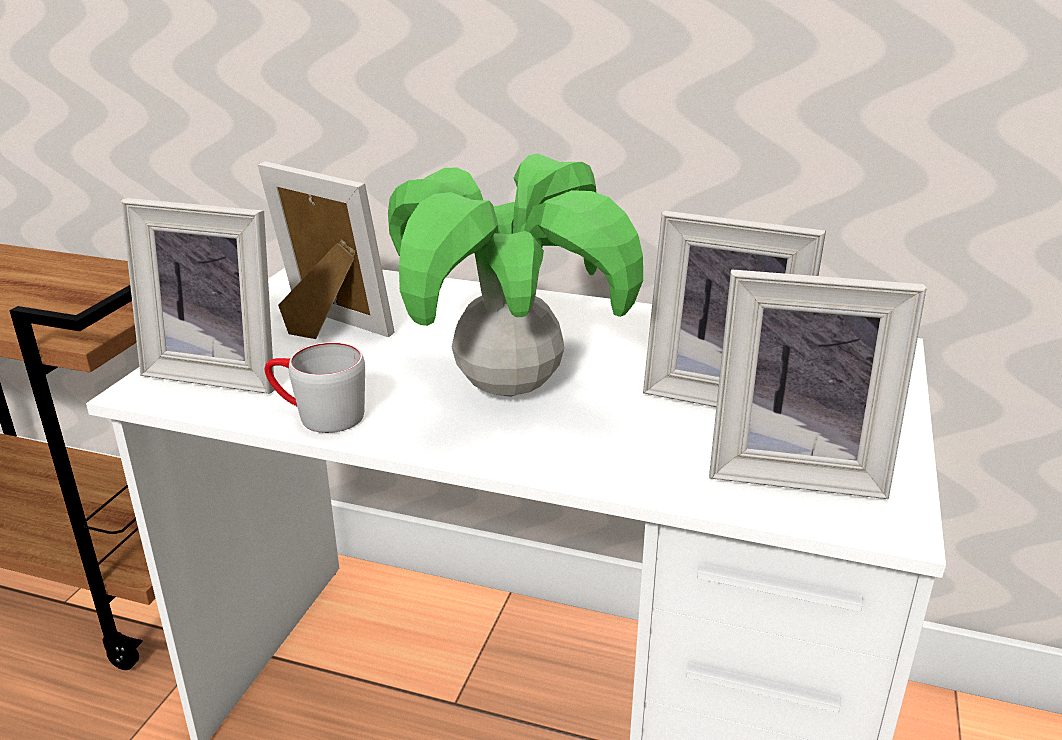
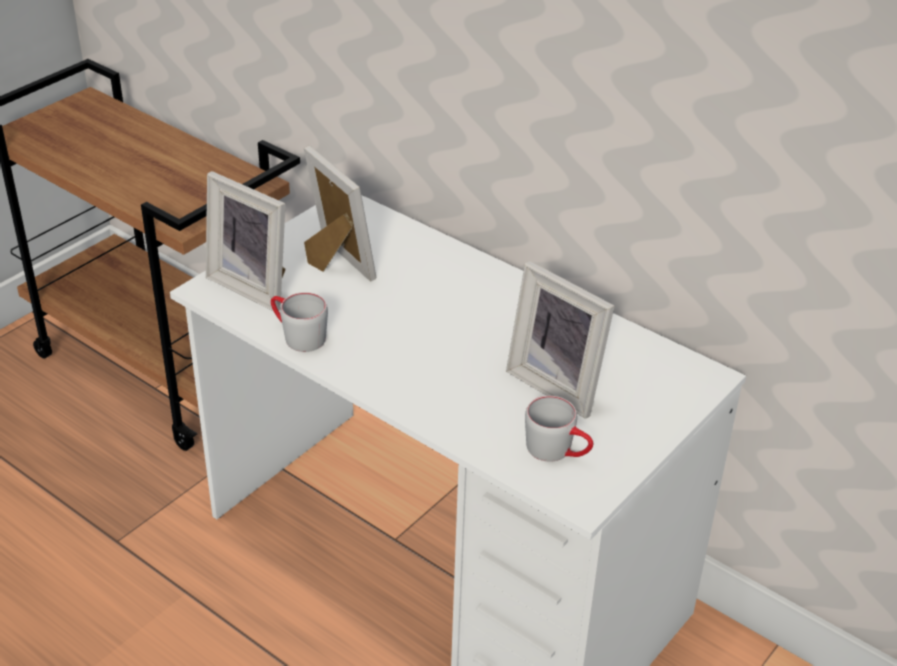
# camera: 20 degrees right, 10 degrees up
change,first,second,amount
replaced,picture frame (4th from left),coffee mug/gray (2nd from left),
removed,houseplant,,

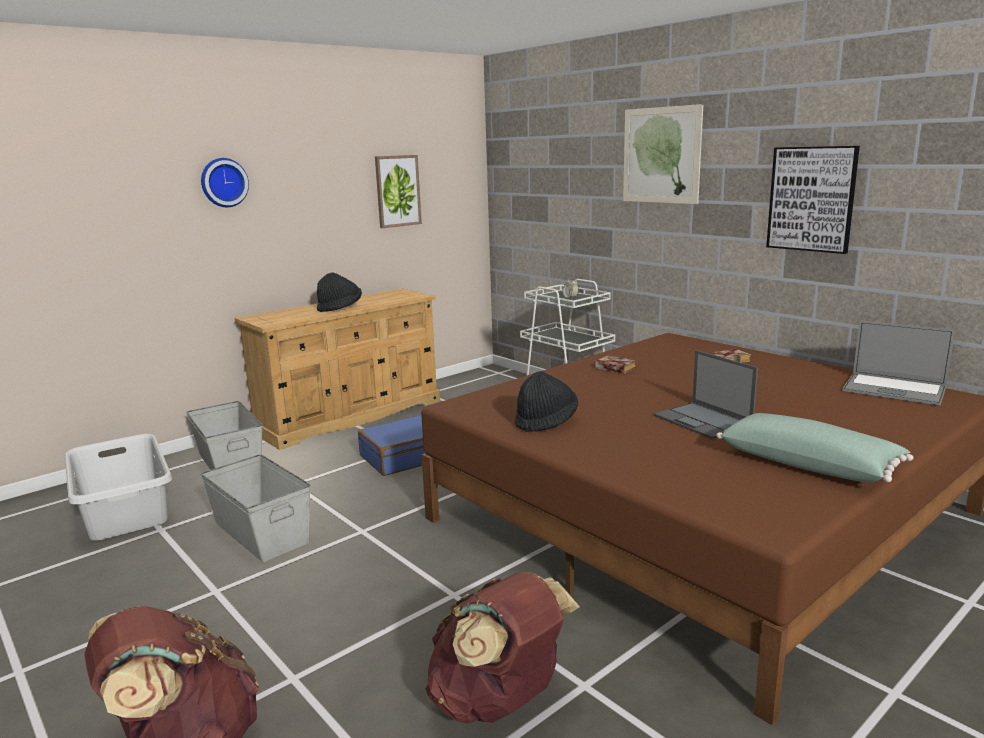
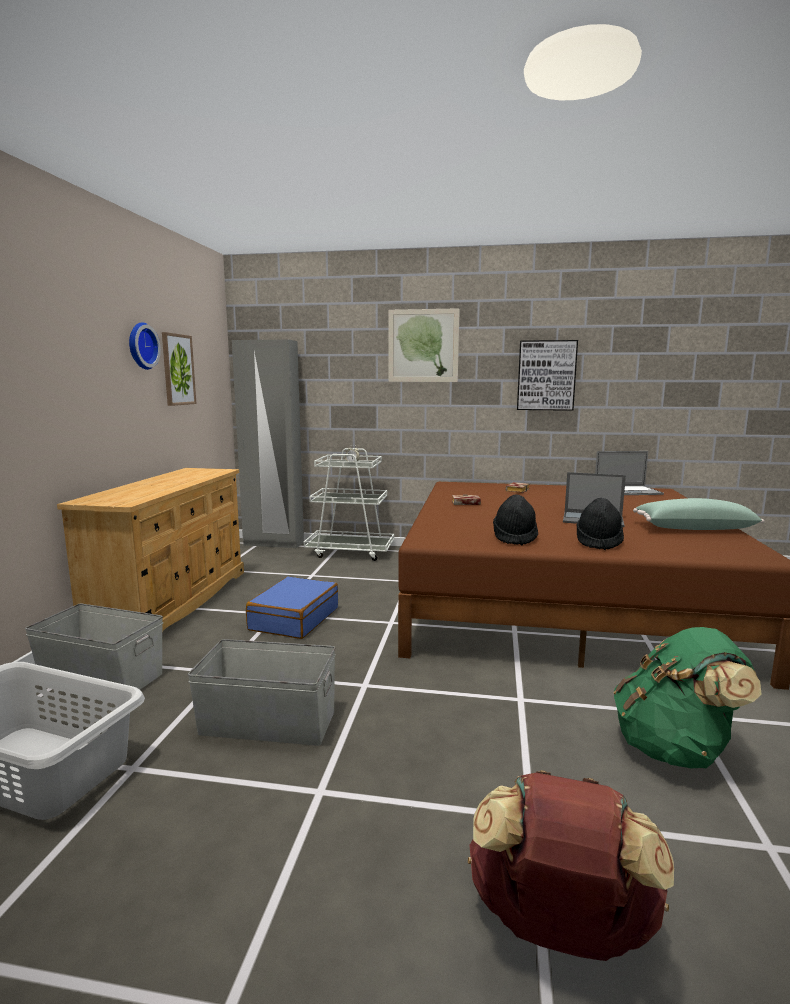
# camera: 40 degrees left, 5 degrees down
change,first,second,amount
moved,hanging clock,,
added,,armoire/gray,
moved,wearable hat/blackish (1st from left in the first image),wearable hat/blackish (2nd from left),
recoloured,rucksack/brown (2nd from left),rucksack/green,

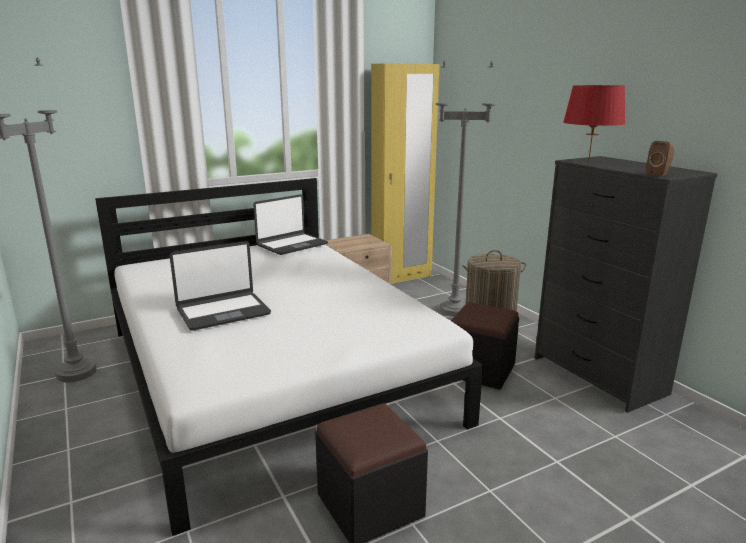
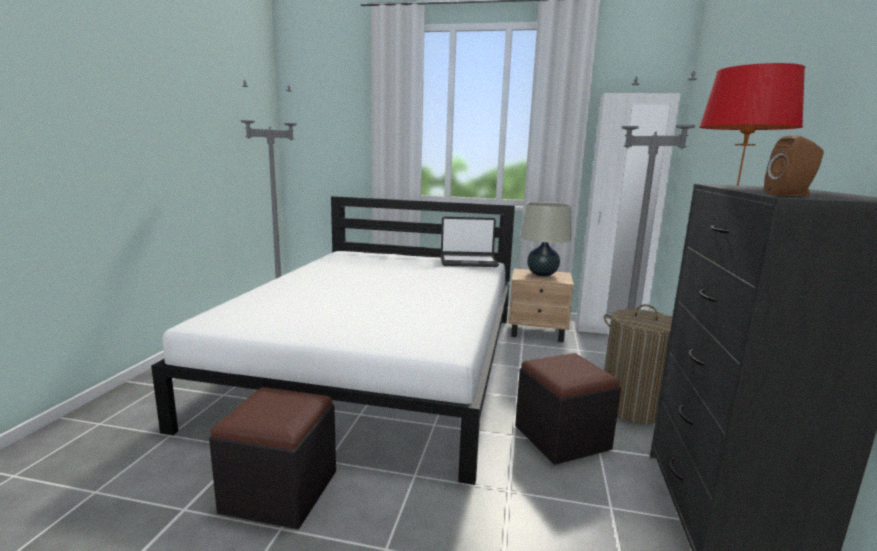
# camera: 40 degrees right, 5 degrees down
change,first,second,amount
added,,lamp for a table/beige,
recoloured,armoire/yellowish,armoire/whitish,
removed,notebook computer (1st from left),,

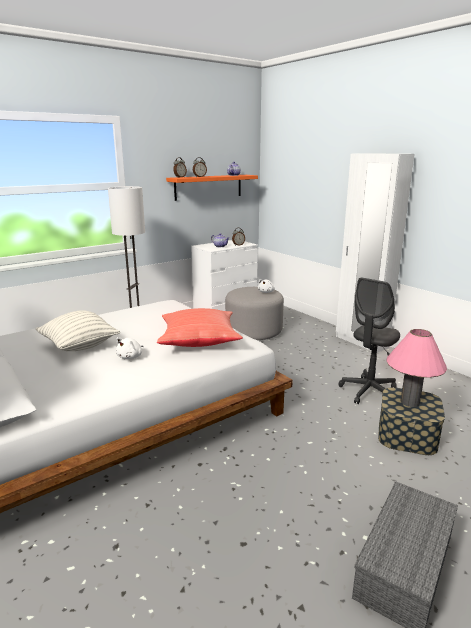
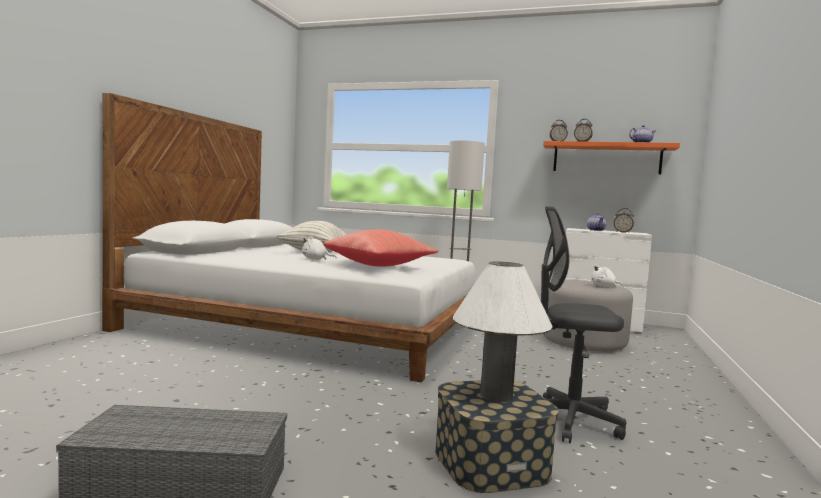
# camera: 55 degrees right, 15 degrees down
change,first,second,amount
recoloured,lamp for a table/pinkish,lamp for a table/whitish,
removed,armoire/whitish,,

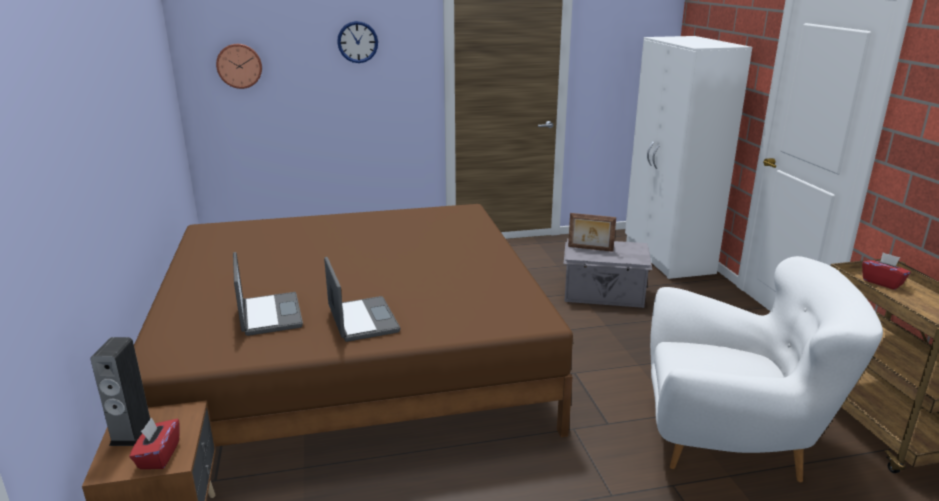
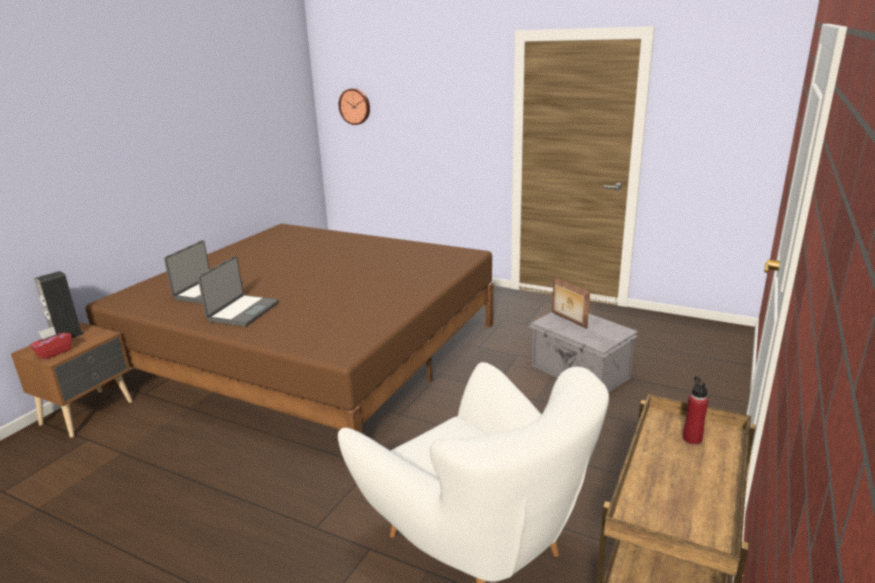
# camera: 40 degrees right, 0 degrees up
change,first,second,amount
replaced,box of tissues/reddish (2nd from left),beverage bottle/reddish,
removed,hanging clock (2nd from left),,
removed,armoire/whitish,,

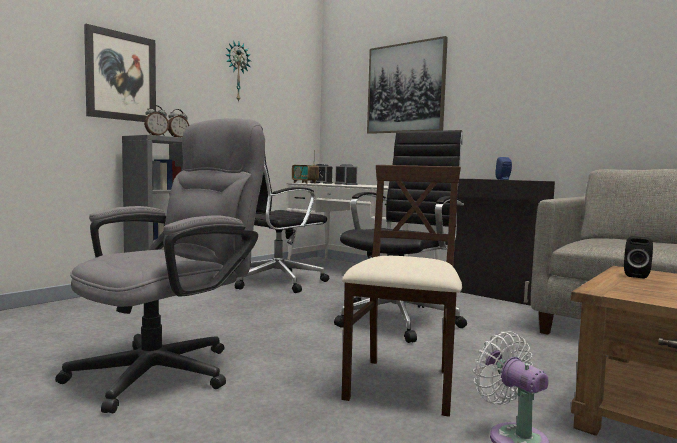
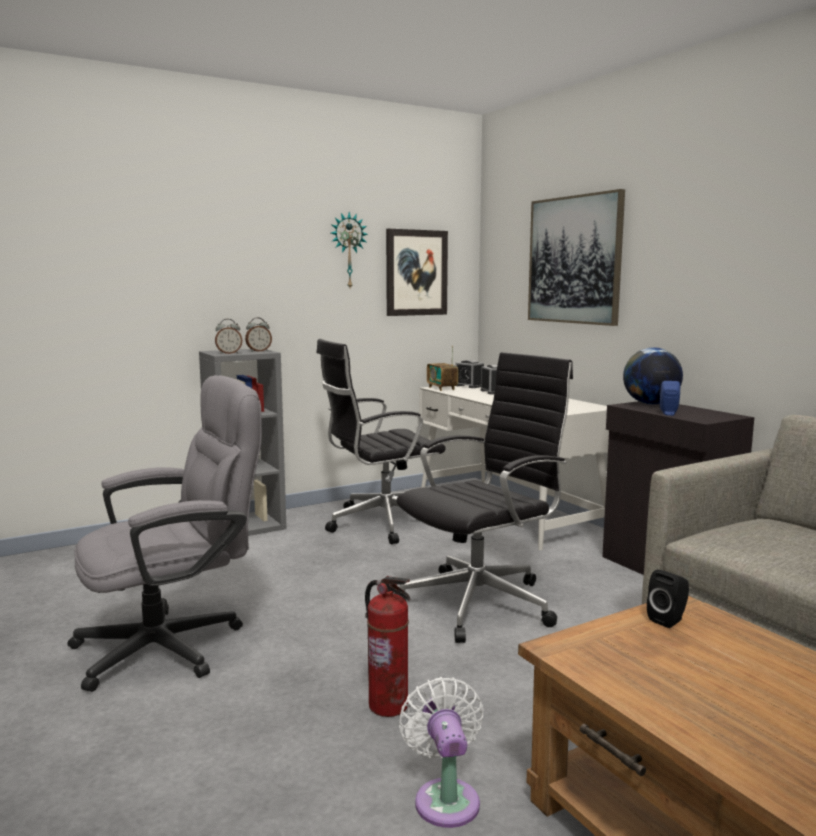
# camera: 20 degrees right, 5 degrees up
change,first,second,amount
replaced,plain chair/beige,fire-fighting cylinder,
moved,wall art (1st from left),,
added,,globe,

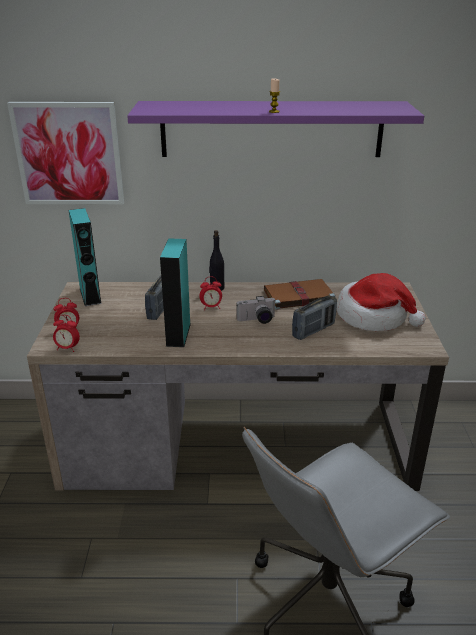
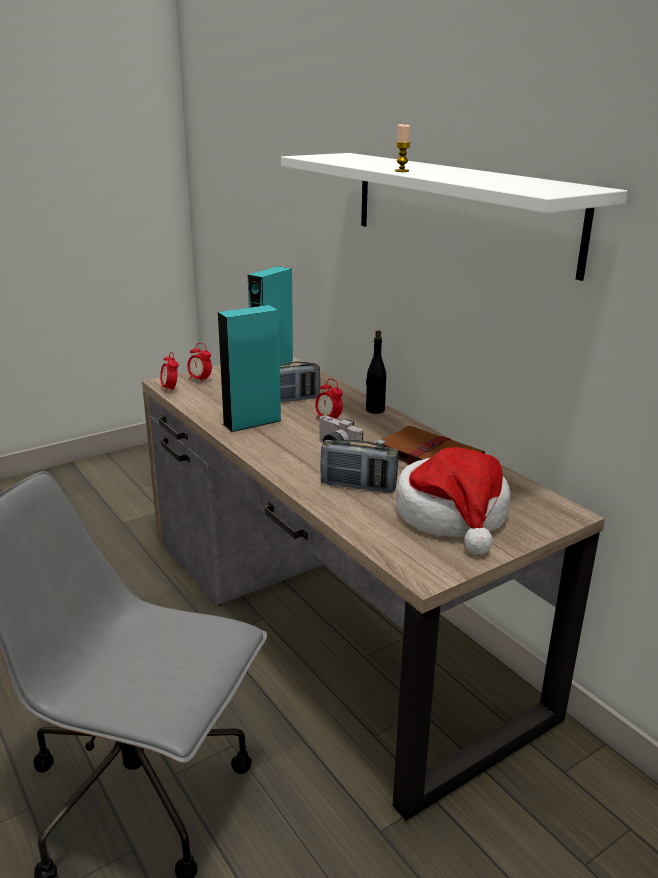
# camera: 55 degrees right, 5 degrees down
change,first,second,amount
recoloured,wall shelf/purple-coloured,wall shelf/whitish,
removed,wall art,,

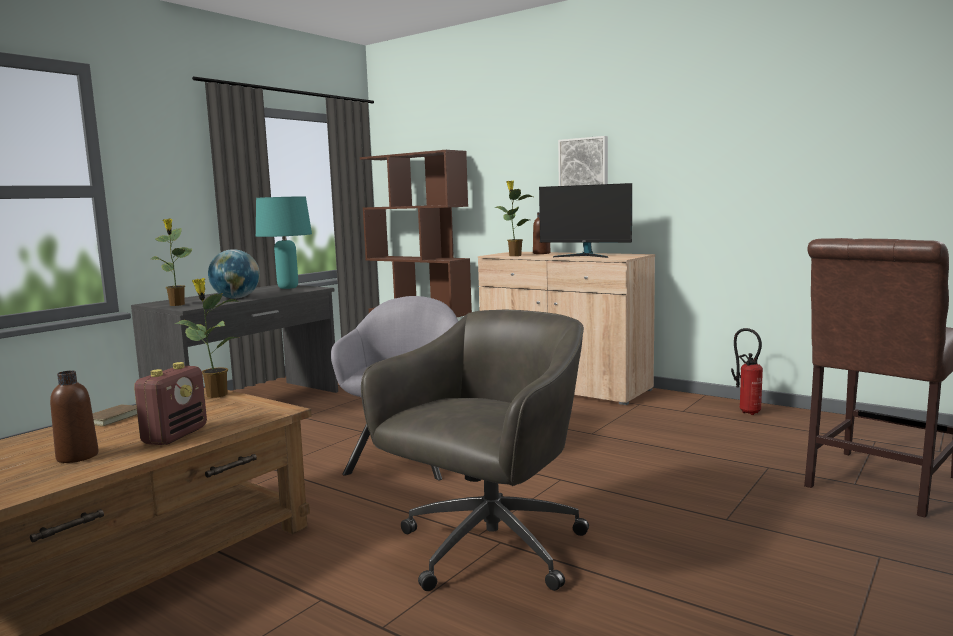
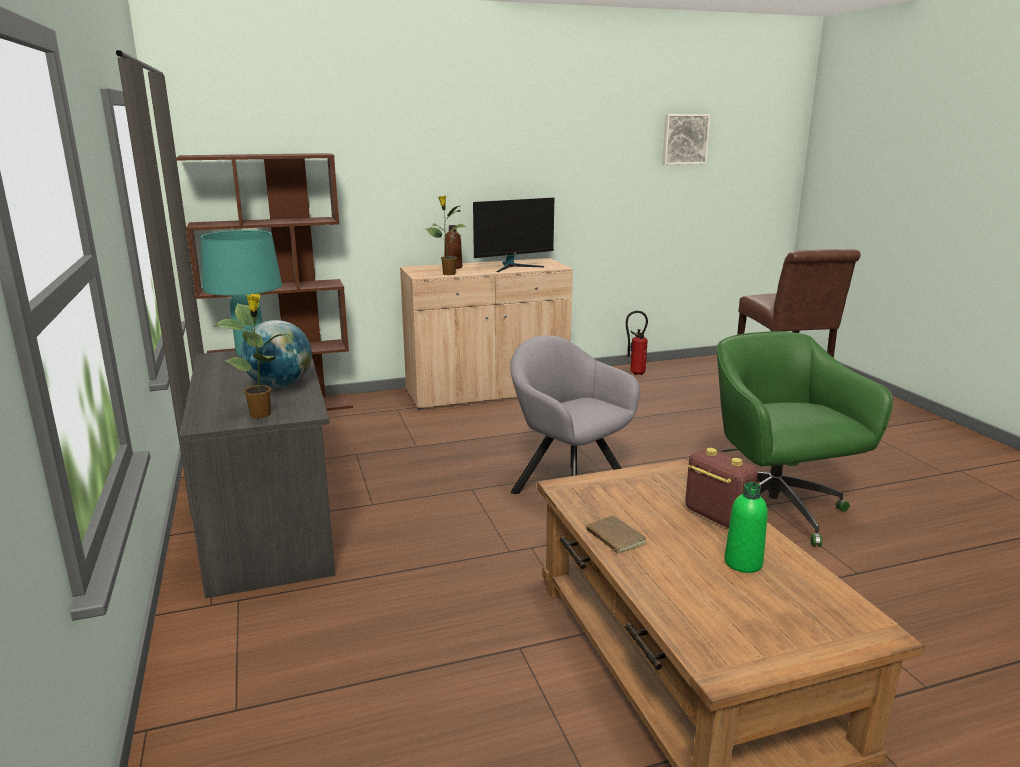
# camera: 55 degrees left, 10 degrees up
change,first,second,amount
moved,wall art,,
recoloured,office chair/gray,office chair/green,
recoloured,beverage bottle/brown (1st from left),beverage bottle/green,
removed,houseplant (2nd from left),,

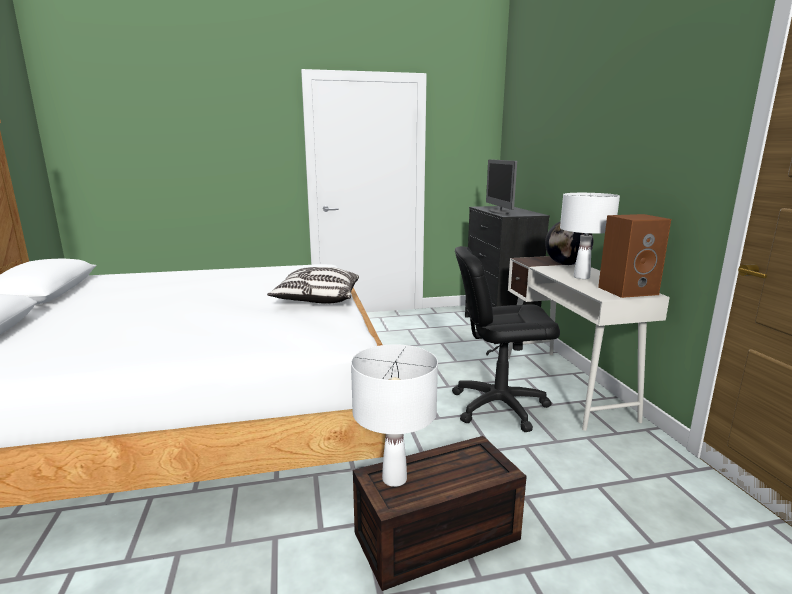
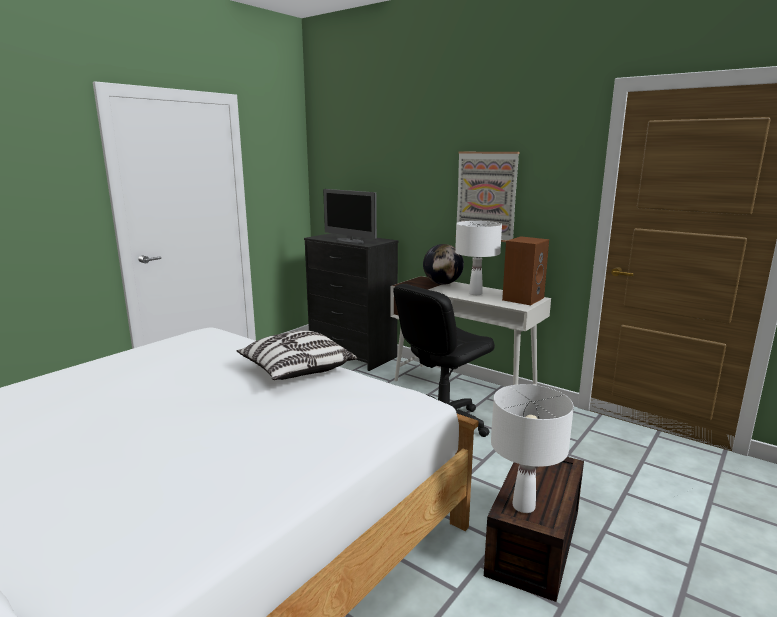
# camera: 40 degrees left, 0 degrees up
change,first,second,amount
added,,wall art,

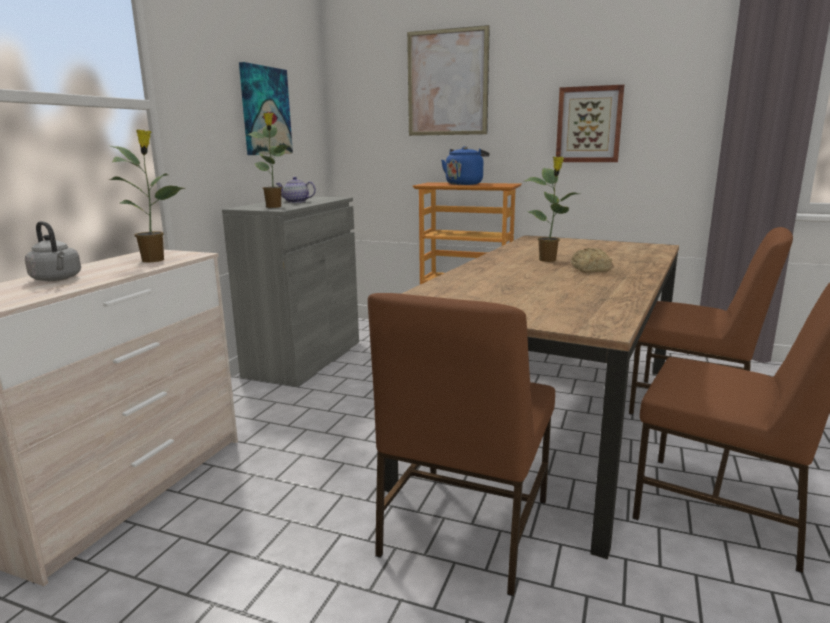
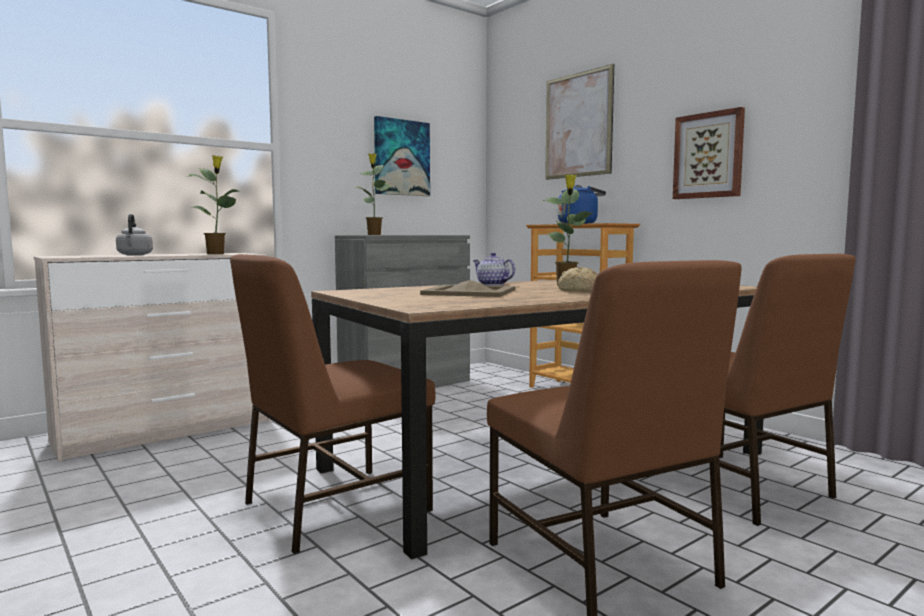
# camera: 30 degrees right, 10 degrees down
change,first,second,amount
added,,serving tray/beige,
moved,tea pot,,

